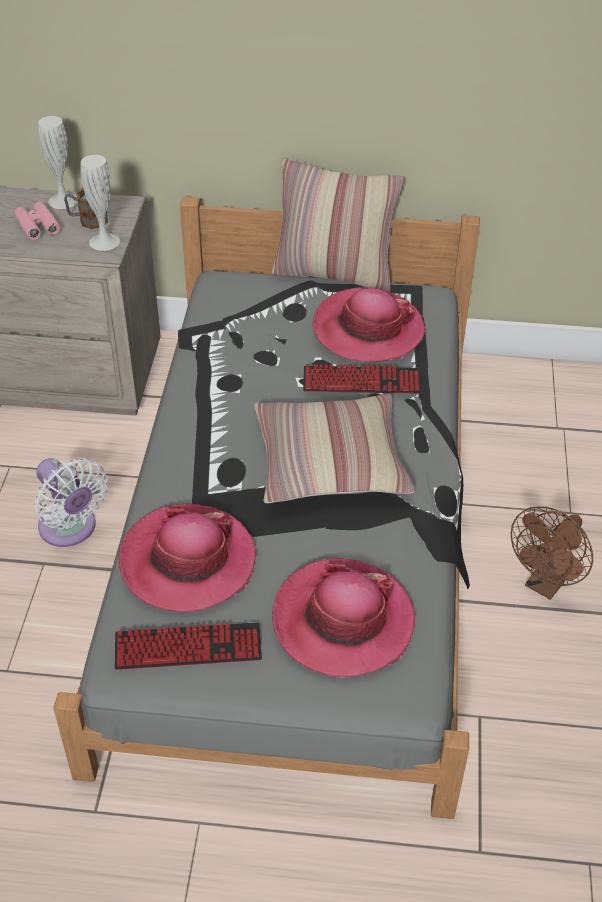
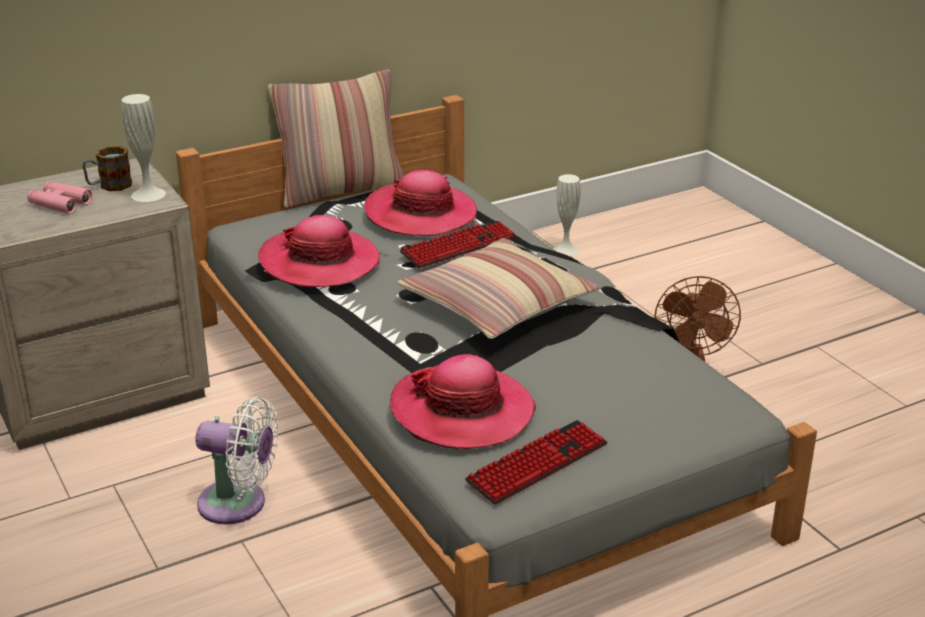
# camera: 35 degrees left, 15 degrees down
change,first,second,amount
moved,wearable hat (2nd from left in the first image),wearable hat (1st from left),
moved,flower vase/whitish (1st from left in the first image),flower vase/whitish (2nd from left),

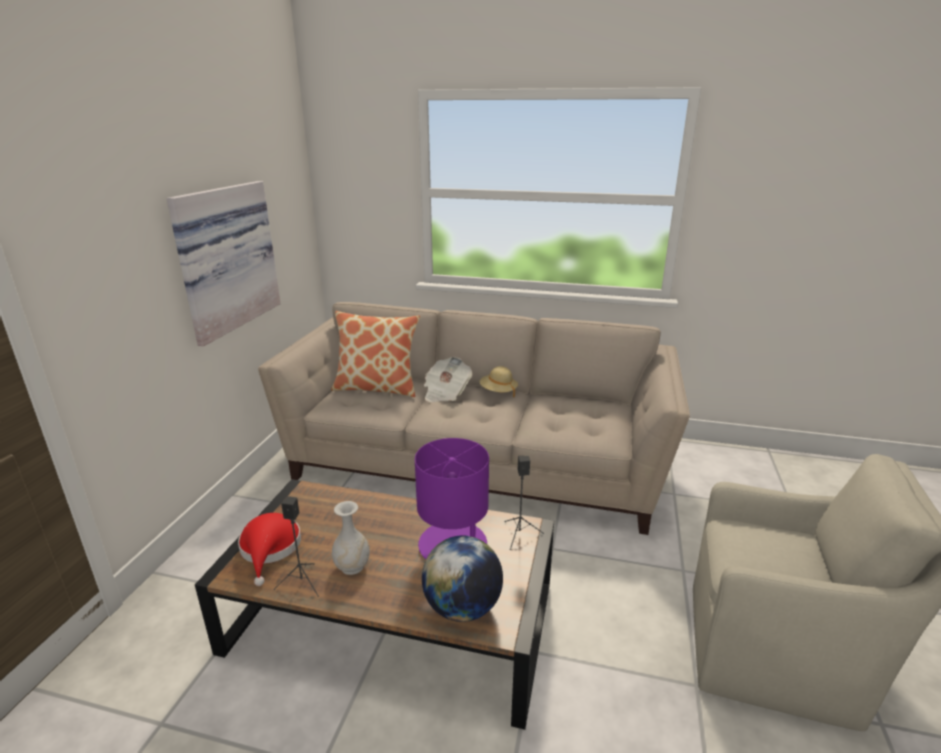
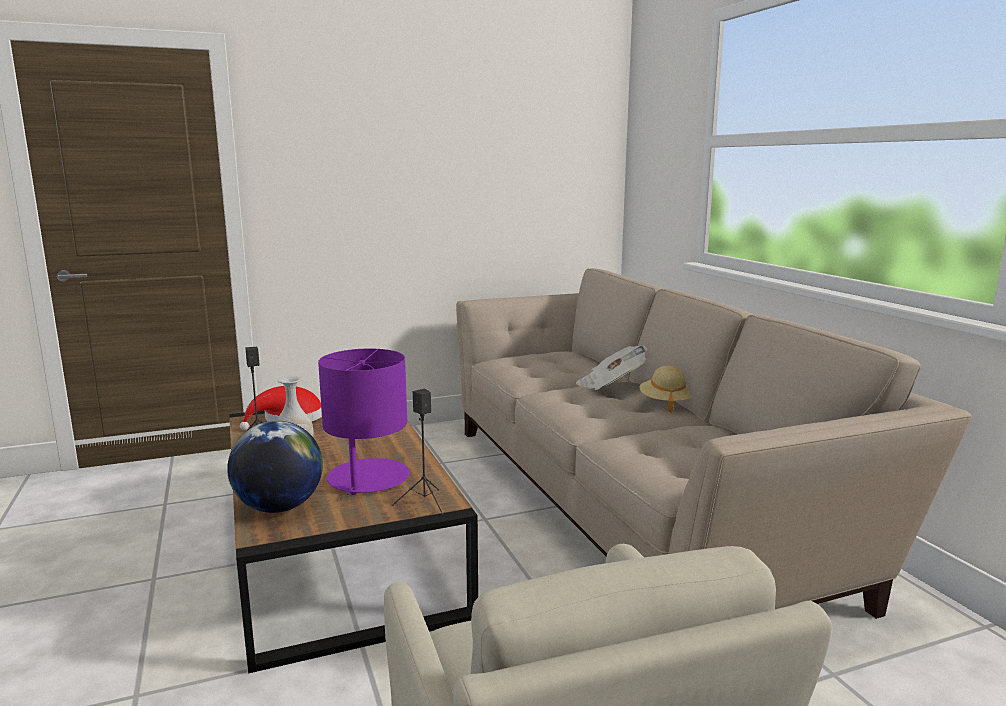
# camera: 55 degrees right, 10 degrees down
change,first,second,amount
removed,wall art,,
removed,pillow,,

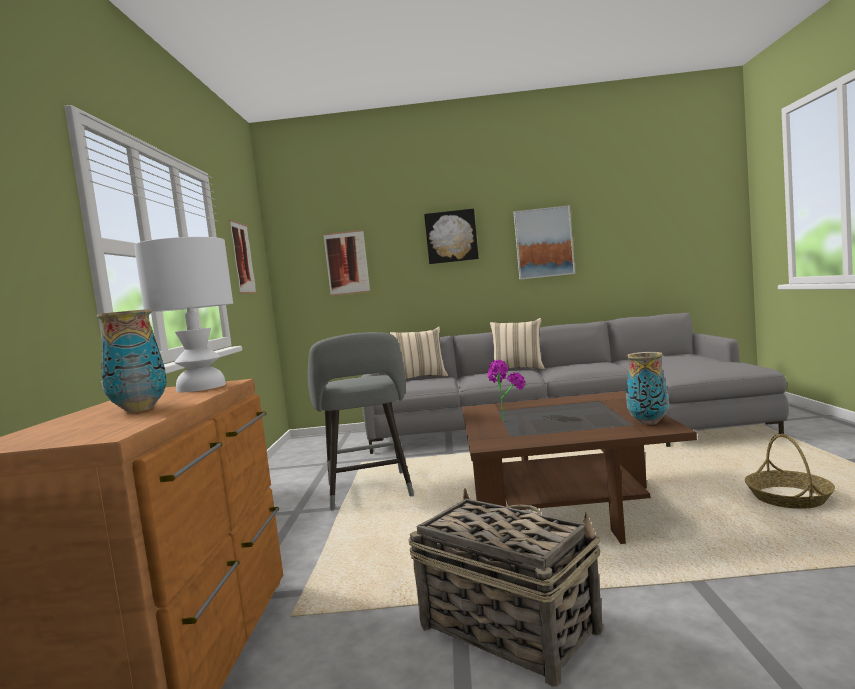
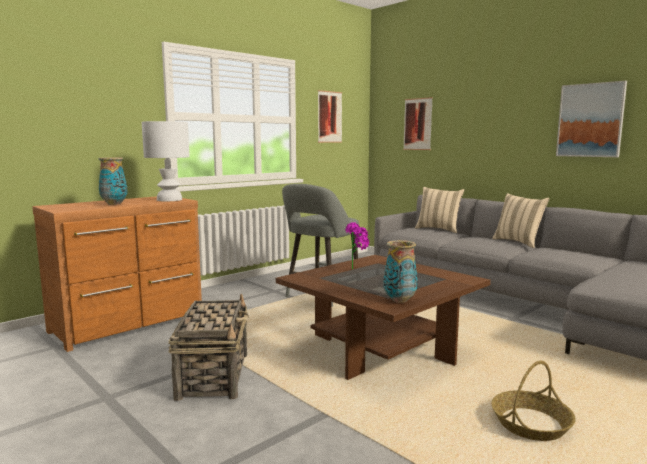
# camera: 45 degrees right, 5 degrees up
change,first,second,amount
removed,wall art (3rd from left),,

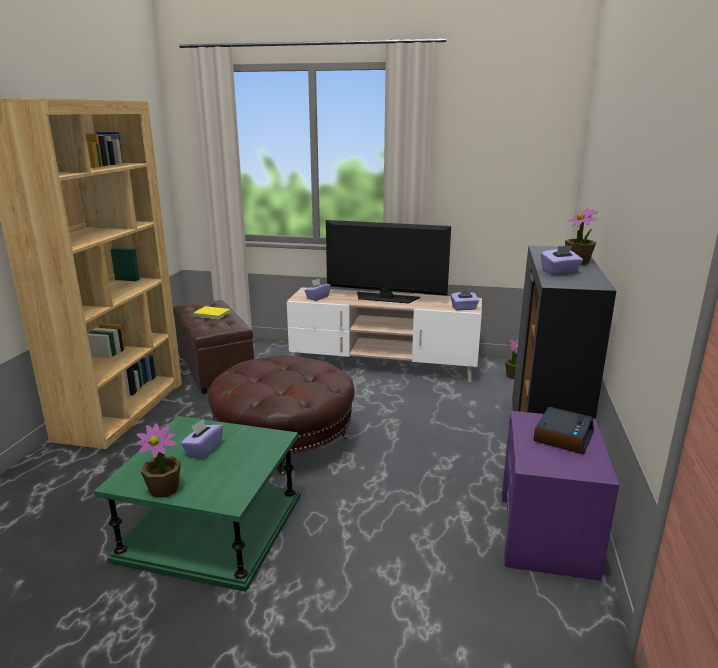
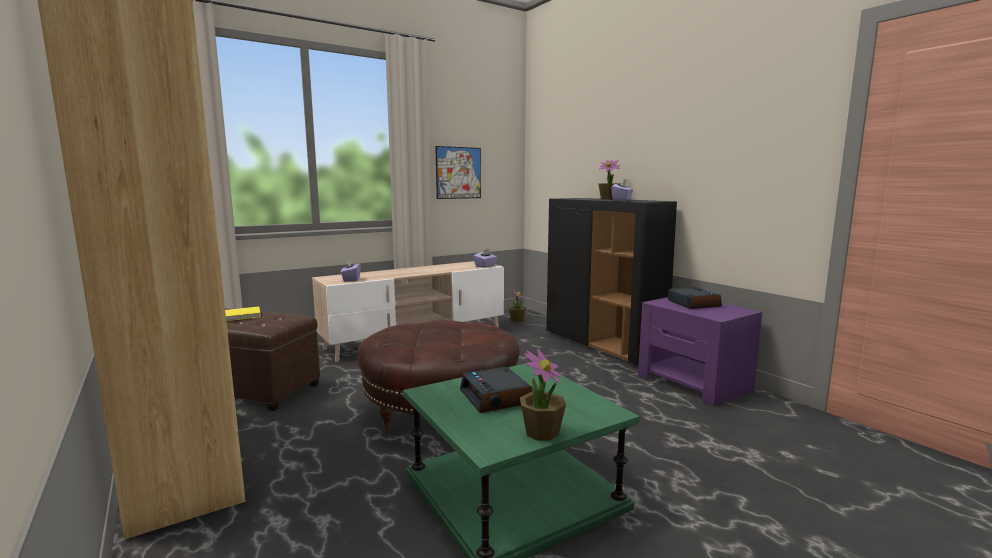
# camera: 45 degrees left, 10 degrees down
change,first,second,amount
added,,wall art,
replaced,box of tissues/purple-coloured (1st from left),table clock (1st from left),
removed,television,,

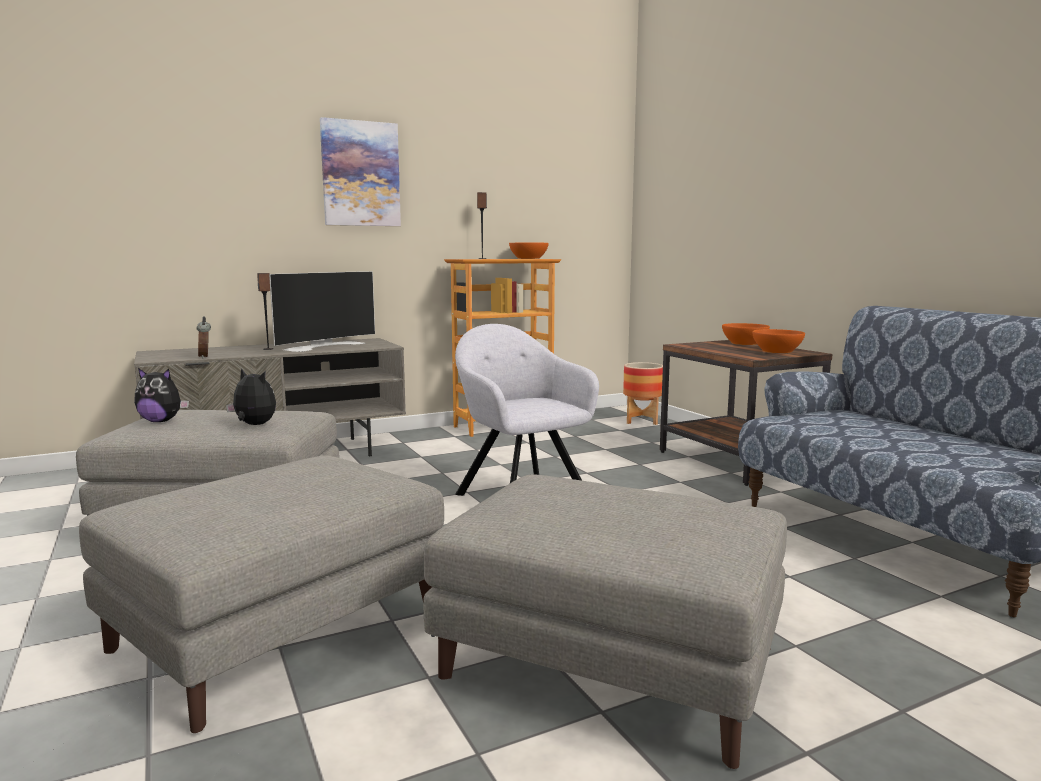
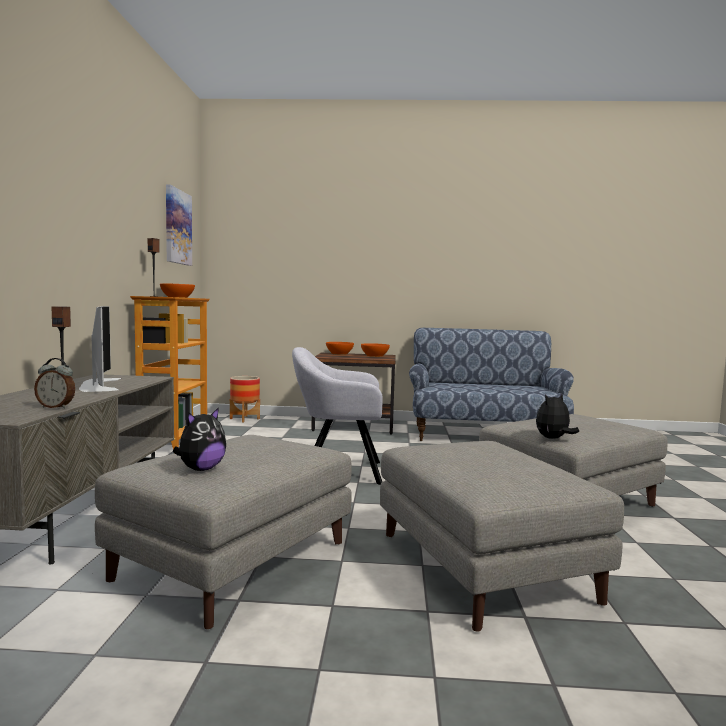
# camera: 60 degrees left, 5 degrees down
change,first,second,amount
moved,wall art,,
moved,cuddly toy (2nd from left),,

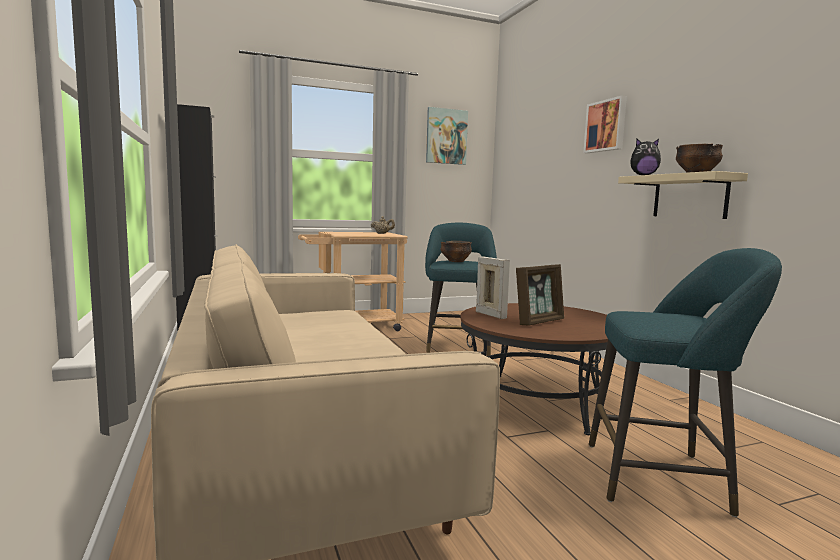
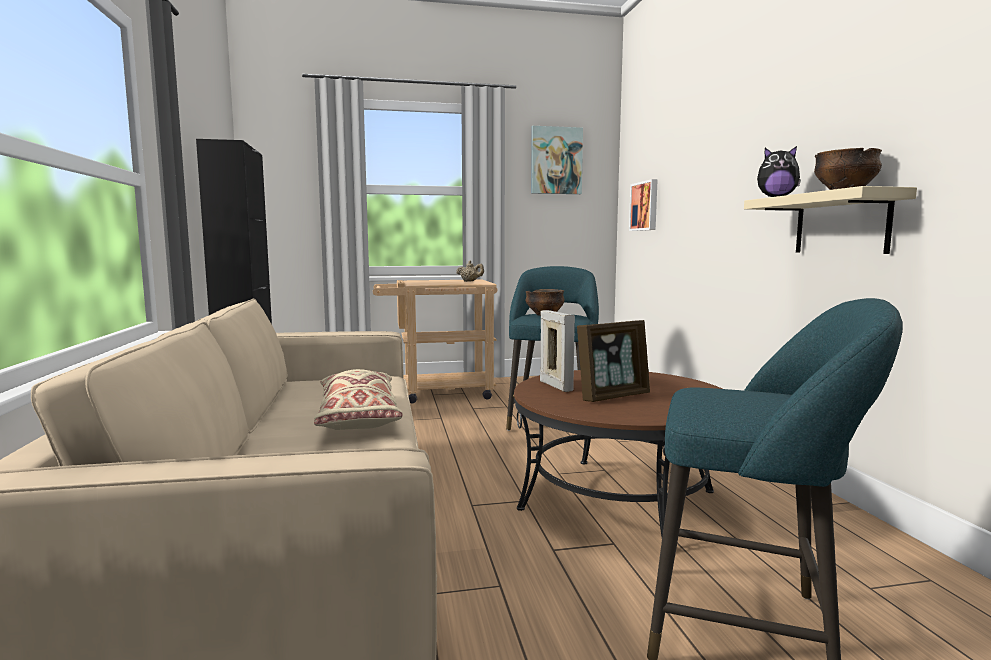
# camera: 10 degrees right, 0 degrees up
change,first,second,amount
added,,pillow/beige,
moved,wall art (2nd from left),,

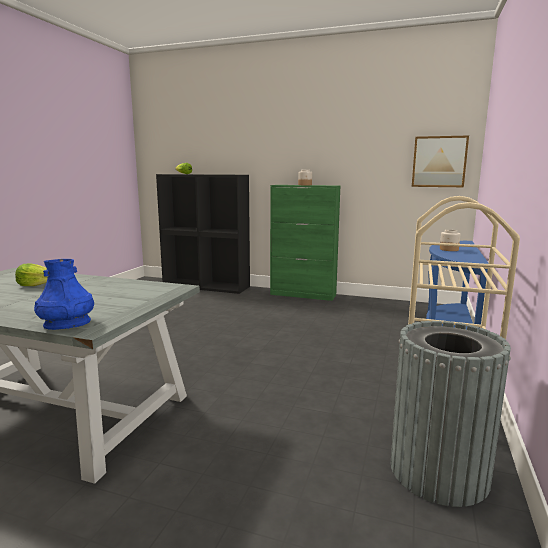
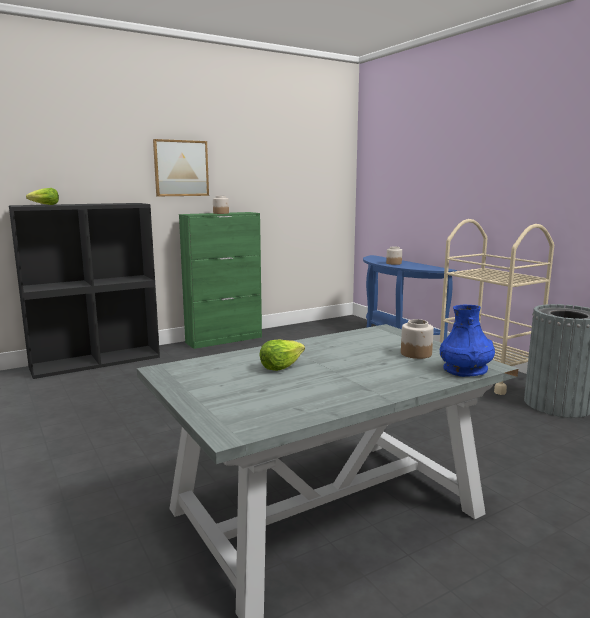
# camera: 50 degrees left, 0 degrees up
change,first,second,amount
moved,wall art,,
added,,preserve jar (3rd from left),

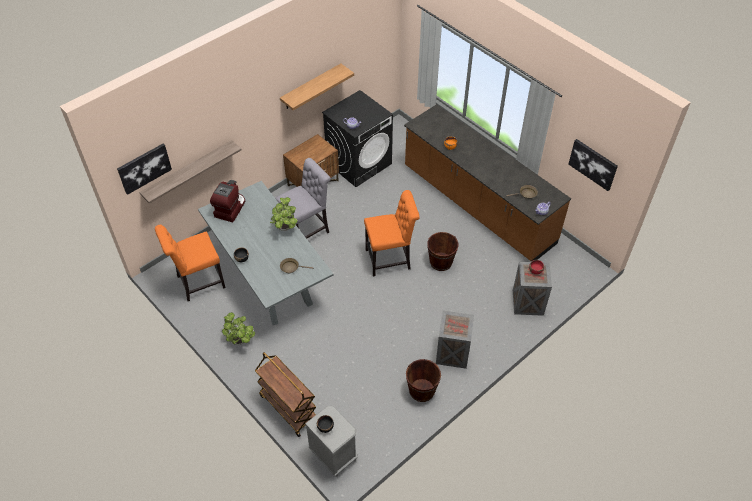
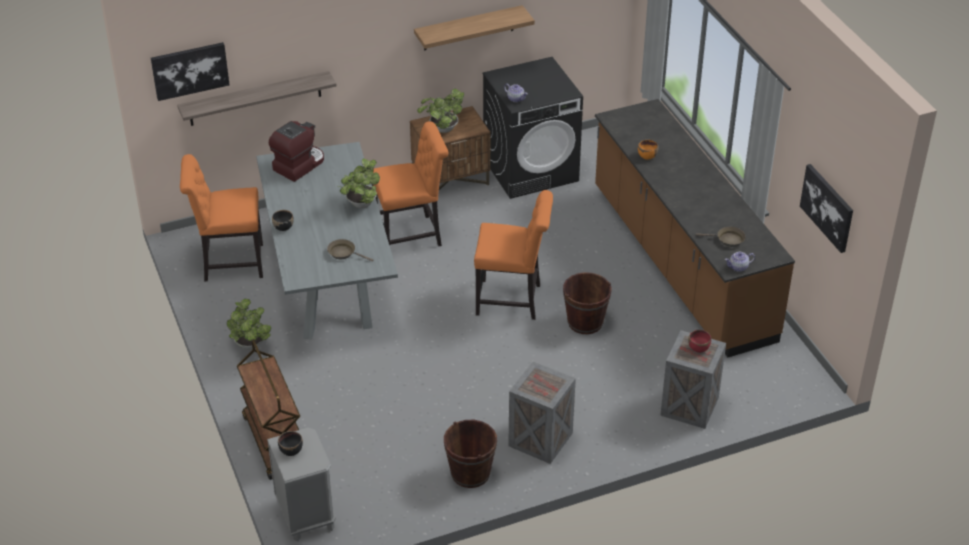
# camera: 20 degrees right, 10 degrees down
change,first,second,amount
recoloured,plain chair/gray,plain chair/orange (2nd from left),
added,,houseplant (3rd from left),

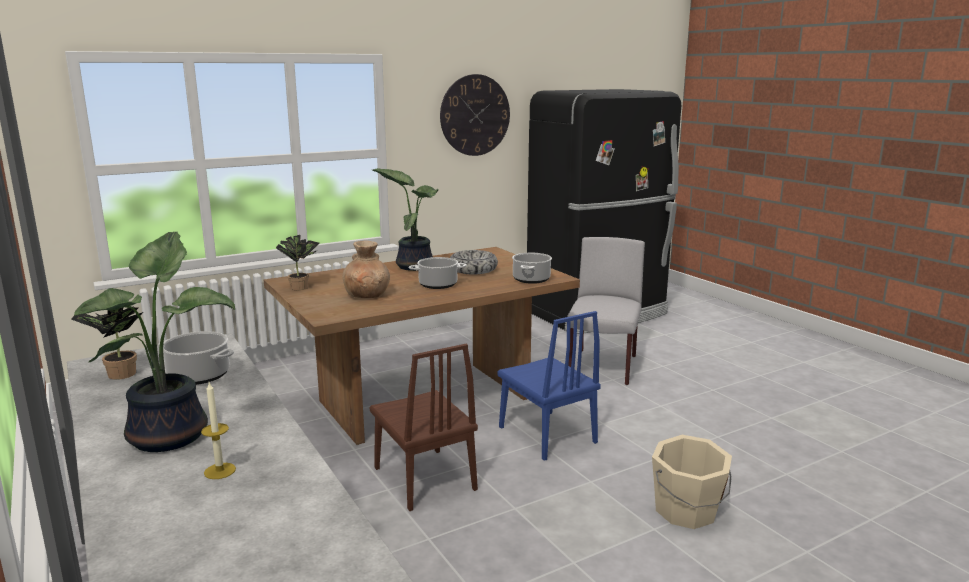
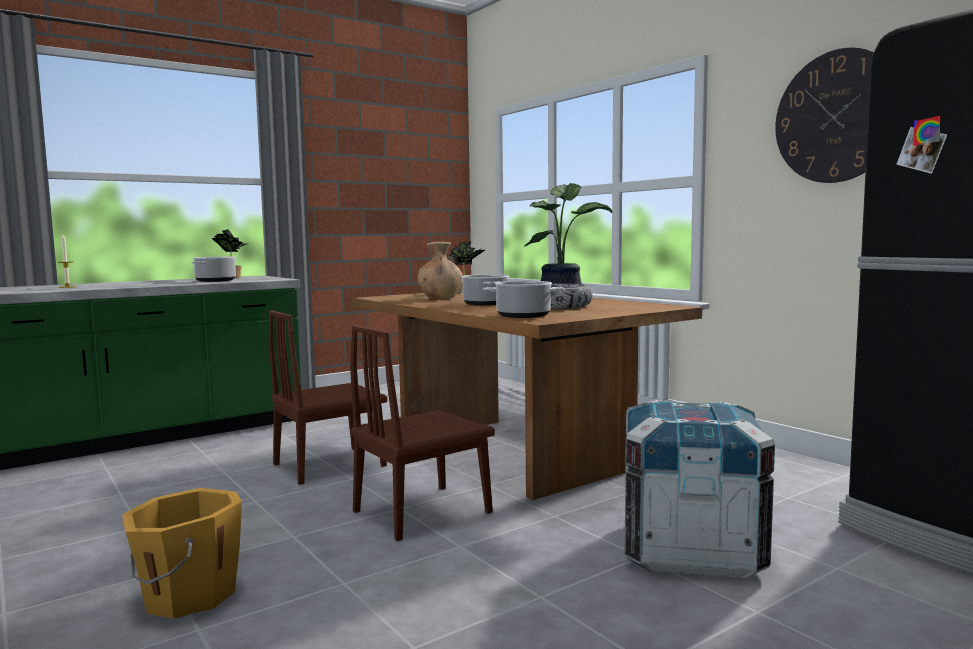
# camera: 85 degrees right, 10 degrees down
change,first,second,amount
recoloured,bucket/beige,bucket/orange,
recoloured,plain chair/blue,plain chair/brown (2nd from left),
replaced,plain chair/gray,packing crate,
removed,houseplant (2nd from left),,

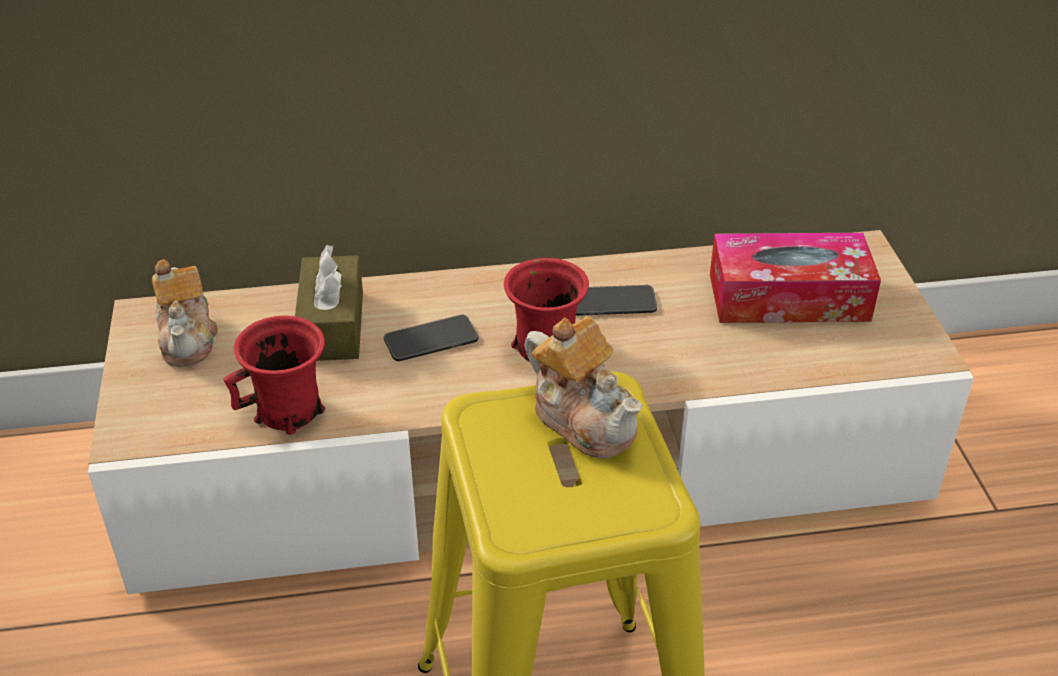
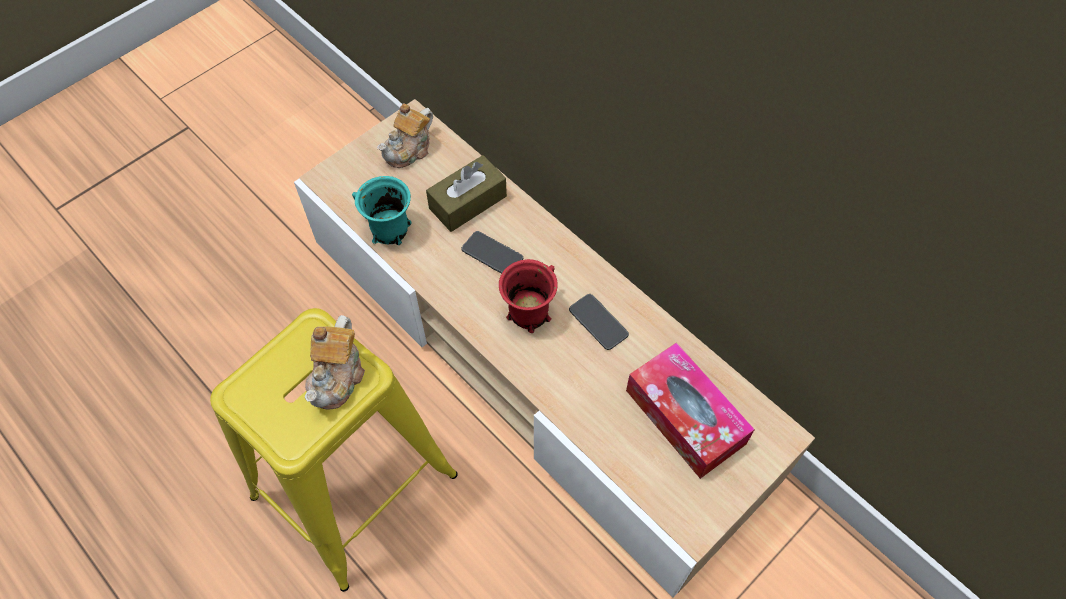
# camera: 55 degrees right, 20 degrees up
change,first,second,amount
recoloured,coffee mug/reddish (1st from left),coffee mug/turquoise-coloured,

